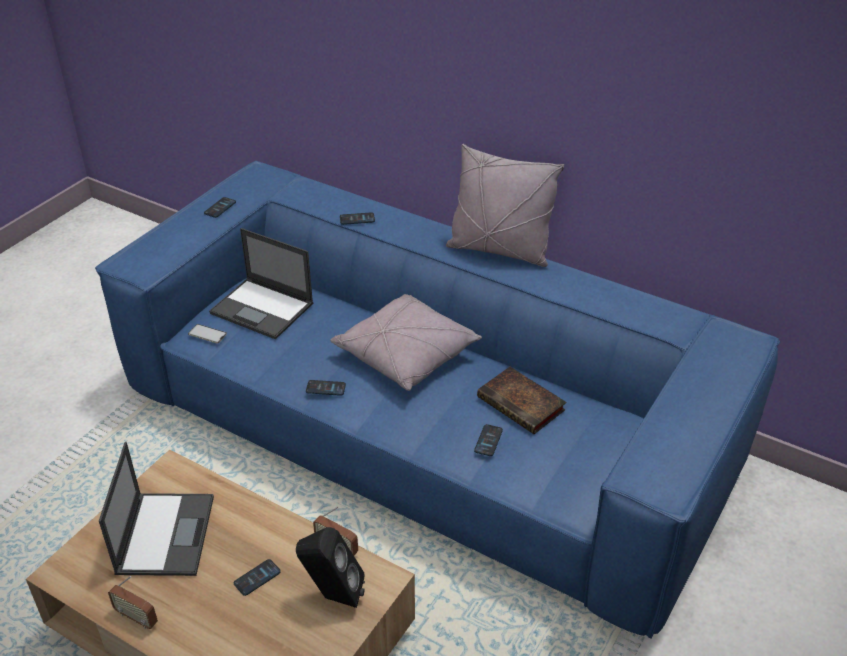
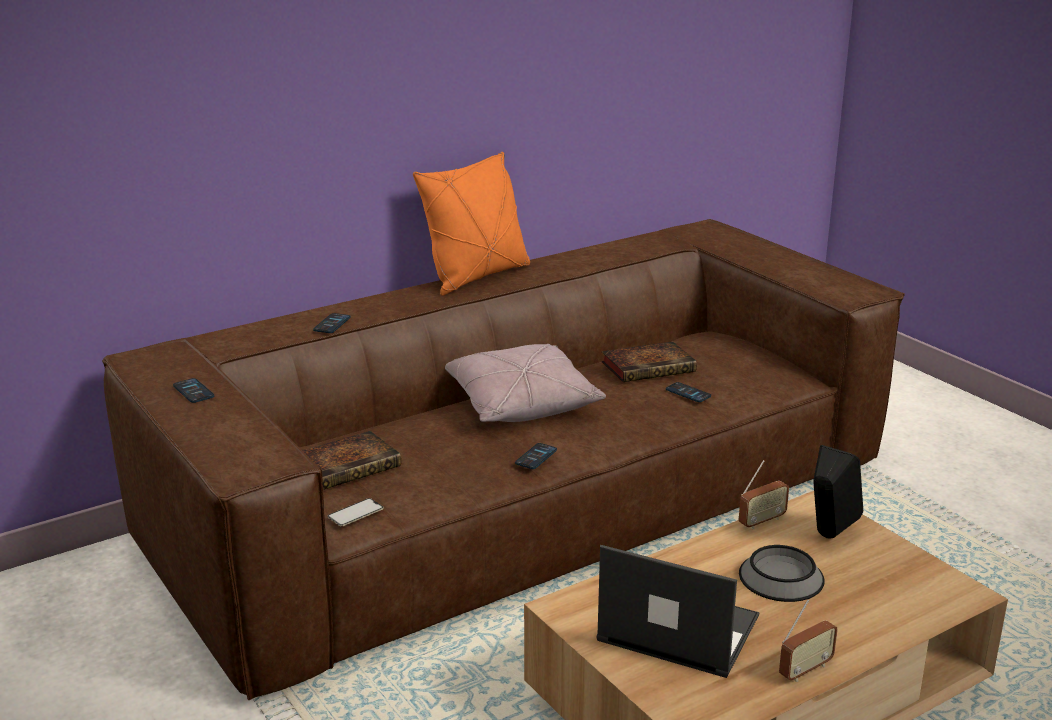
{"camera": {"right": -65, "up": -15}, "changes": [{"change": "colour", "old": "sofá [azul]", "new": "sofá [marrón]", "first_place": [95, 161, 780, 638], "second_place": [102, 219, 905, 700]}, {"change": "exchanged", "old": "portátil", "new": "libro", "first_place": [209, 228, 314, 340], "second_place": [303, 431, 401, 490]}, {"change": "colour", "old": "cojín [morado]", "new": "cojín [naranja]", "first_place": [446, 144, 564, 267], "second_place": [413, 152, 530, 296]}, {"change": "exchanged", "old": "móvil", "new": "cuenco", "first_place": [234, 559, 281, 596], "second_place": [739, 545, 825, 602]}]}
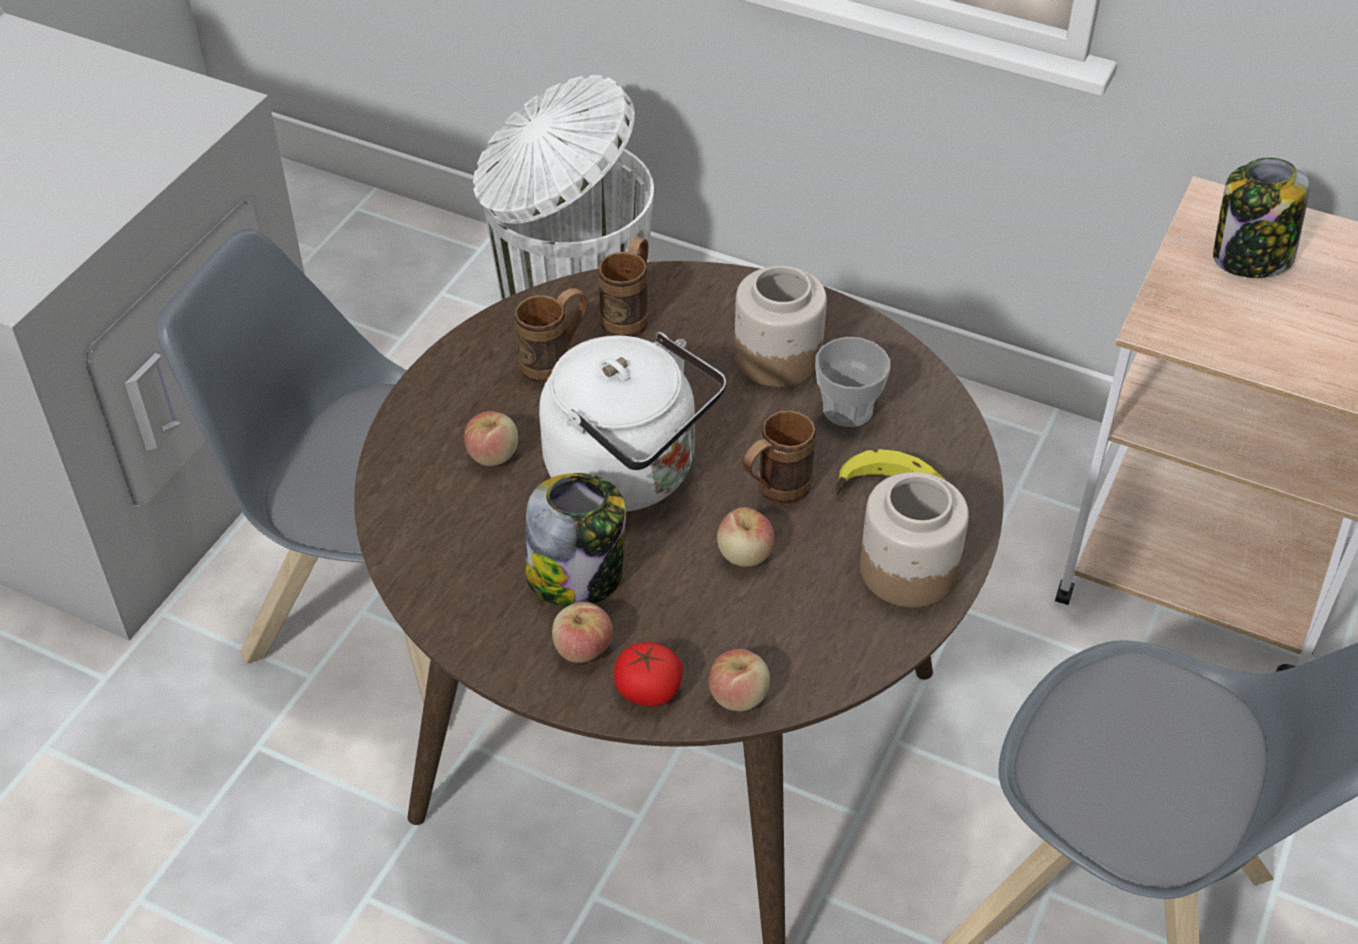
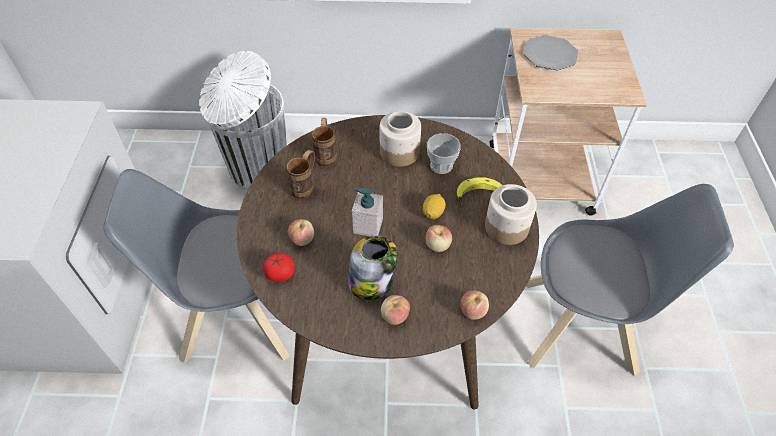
{"camera": {"right": -25, "up": 5}, "changes": [{"change": "relocated", "old": "tomate", "first_place": [614, 642, 683, 706], "second_place": [263, 253, 294, 282]}, {"change": "exchanged", "old": "hervidor [blanco]", "new": "dispensador de jabón", "first_place": [539, 332, 726, 512], "second_place": [352, 188, 383, 236]}, {"change": "exchanged", "old": "taza grande [marrón]", "new": "limón", "first_place": [743, 411, 816, 505], "second_place": [423, 194, 446, 219]}, {"change": "exchanged", "old": "tarro", "new": "plato", "first_place": [1213, 158, 1309, 278], "second_place": [523, 35, 579, 70]}]}
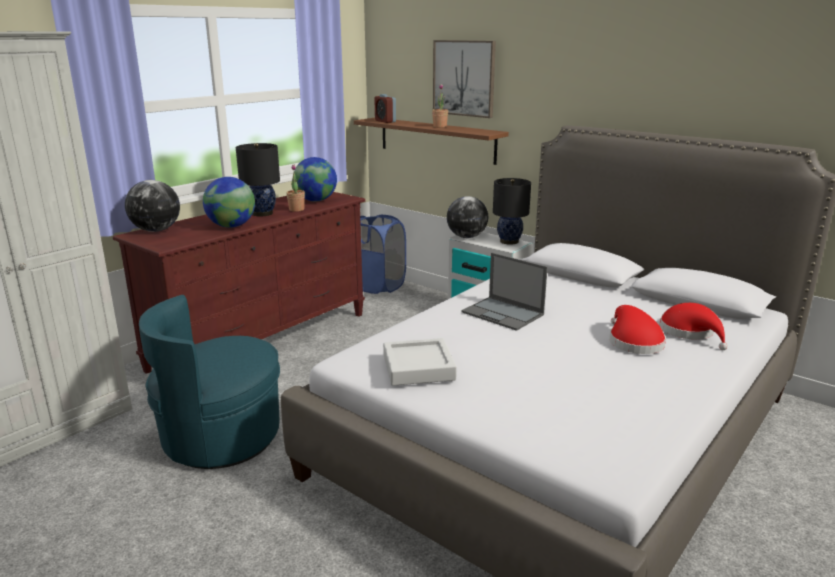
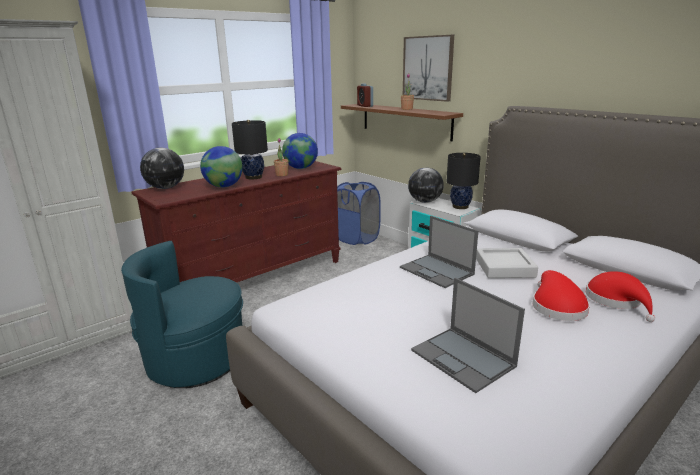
{"camera": {"right": 10, "up": 0}, "changes": [{"change": "appeared", "new": "portátil", "second_place": [411, 278, 525, 393]}, {"change": "relocated", "old": "bandeja [gris]", "first_place": [383, 338, 457, 386], "second_place": [476, 248, 538, 278]}]}
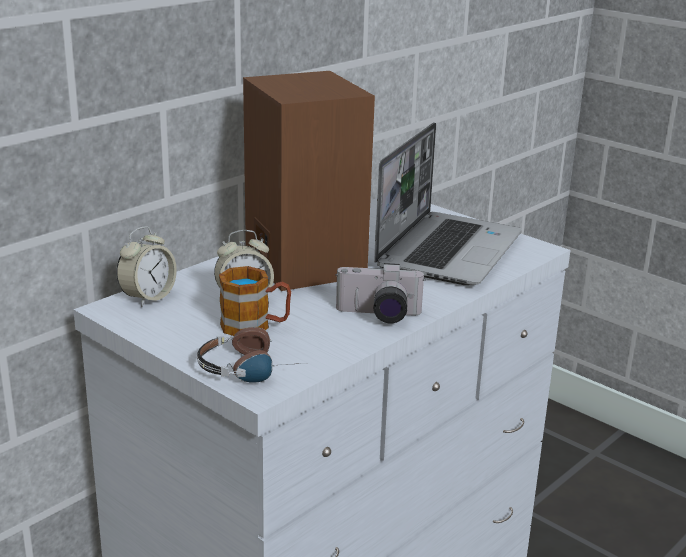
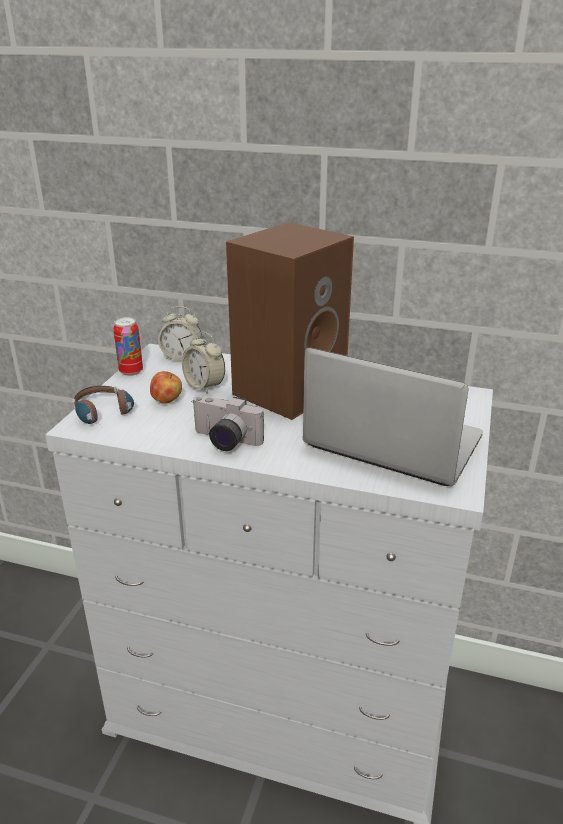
{"camera": {"right": 65, "up": 5}, "changes": [{"change": "appeared", "new": "lata", "second_place": [113, 317, 143, 376]}, {"change": "exchanged", "old": "taza grande", "new": "manzana", "first_place": [219, 266, 291, 336], "second_place": [150, 371, 182, 404]}, {"change": "spun", "old": "cámara", "first_place": [335, 263, 426, 324], "second_place": [192, 395, 264, 451], "degrees": -45}, {"change": "spun", "old": "portátil", "first_place": [374, 122, 522, 285], "second_place": [303, 347, 483, 486], "degrees": -150}]}
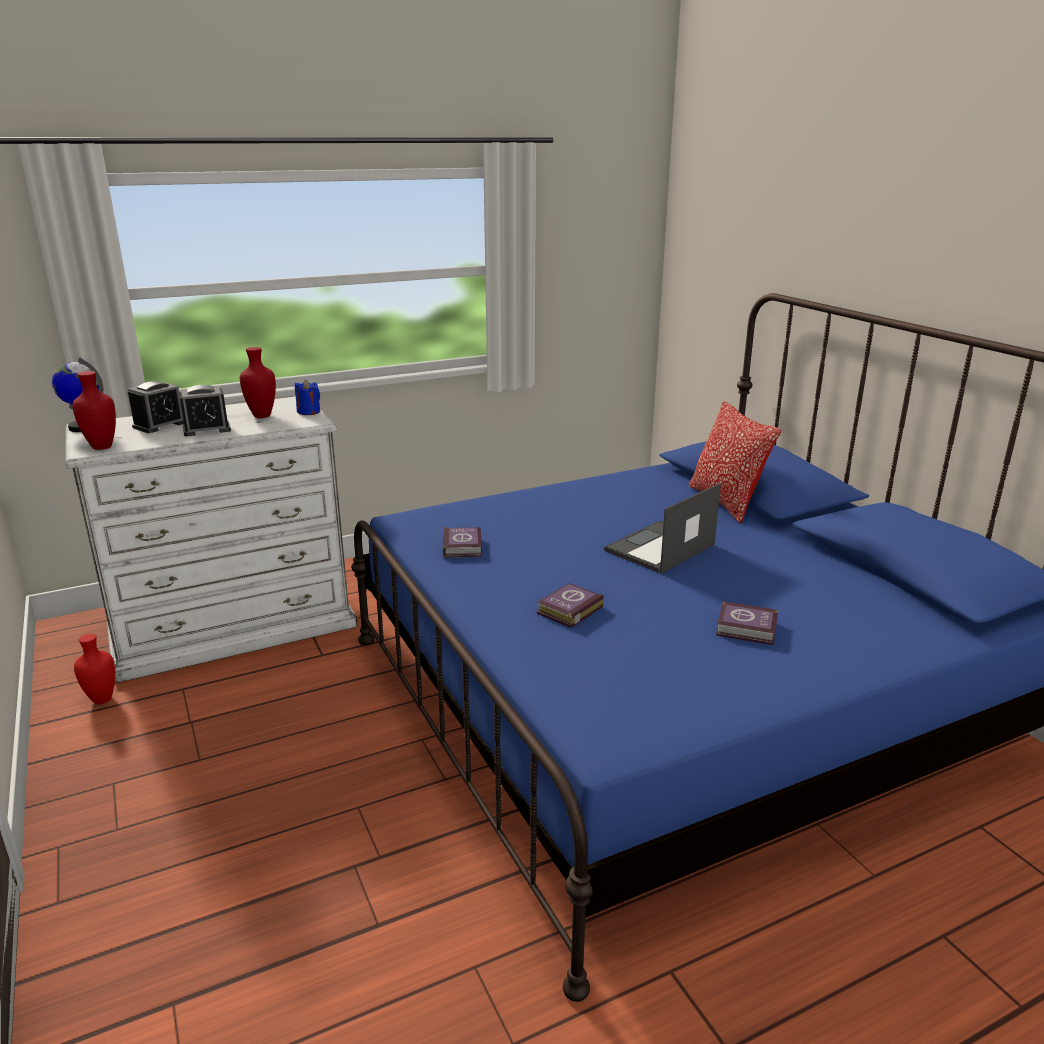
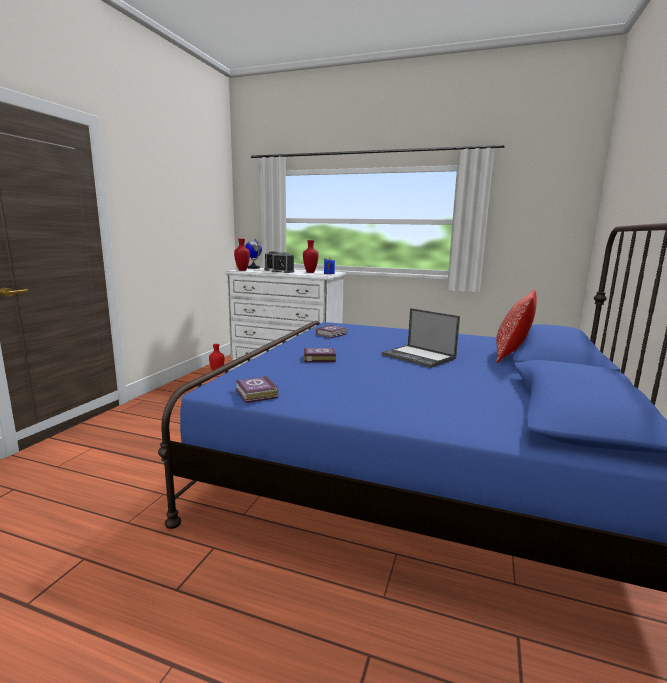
{"camera": {"right": 45, "up": -10}, "changes": [{"change": "relocated", "old": "libro", "first_place": [716, 601, 778, 645], "second_place": [236, 376, 278, 403]}, {"change": "spun", "old": "portátil", "first_place": [604, 483, 721, 574], "second_place": [382, 308, 460, 368], "degrees": -135}]}
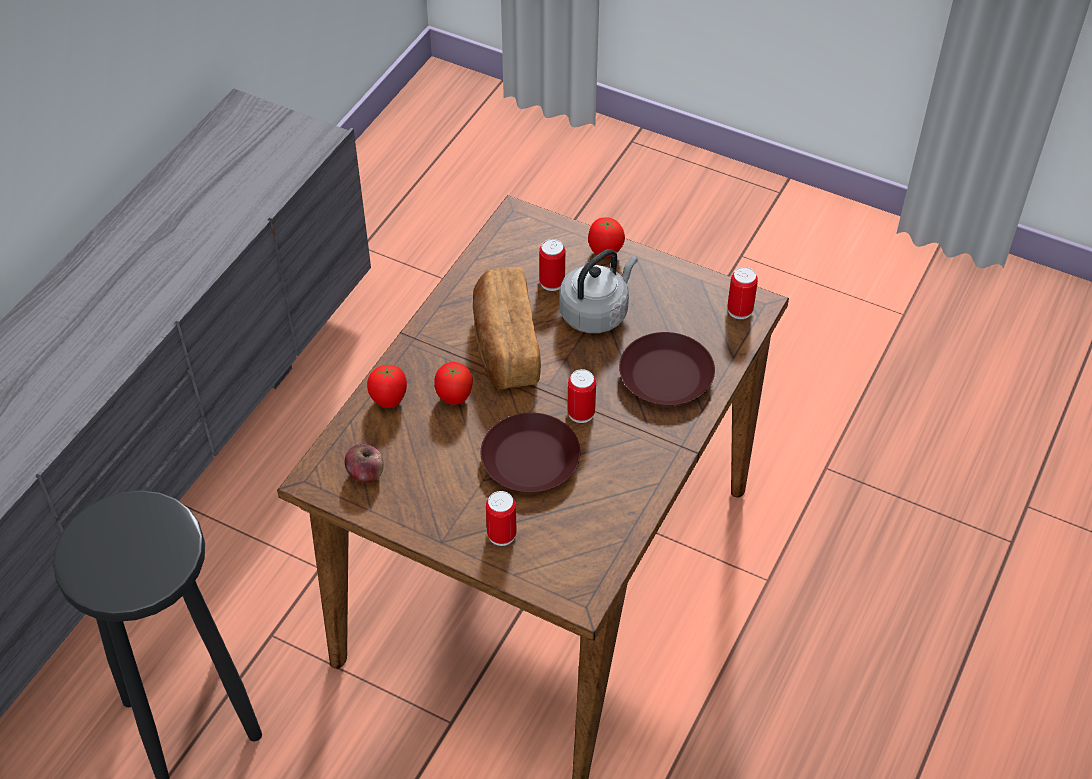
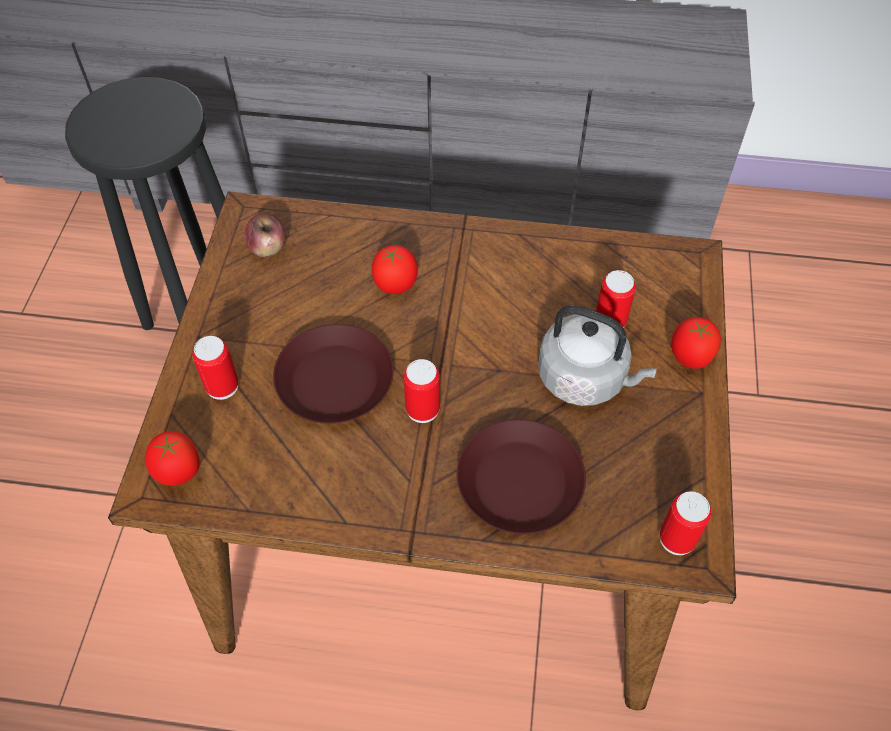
{"camera": {"right": 70, "up": 5}, "changes": [{"change": "relocated", "old": "tomate", "first_place": [367, 365, 407, 408], "second_place": [145, 431, 199, 486]}, {"change": "missing", "old": "pan", "first_place": [473, 267, 541, 389]}]}
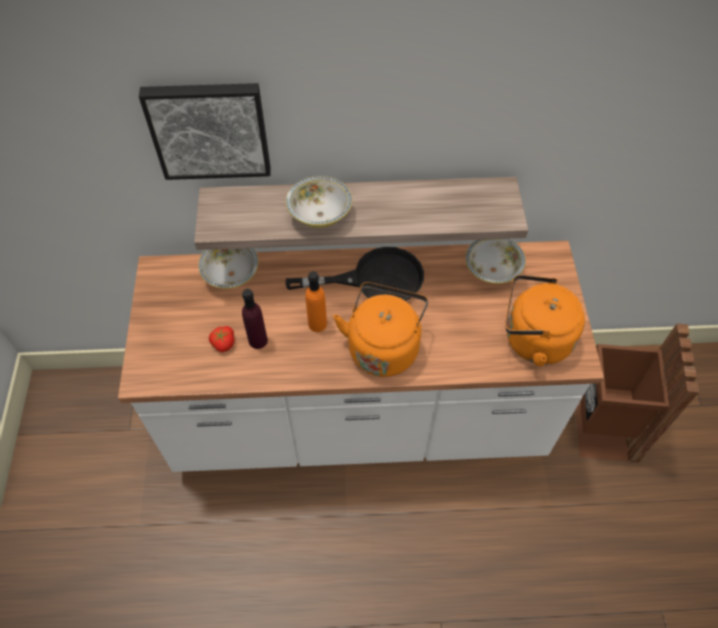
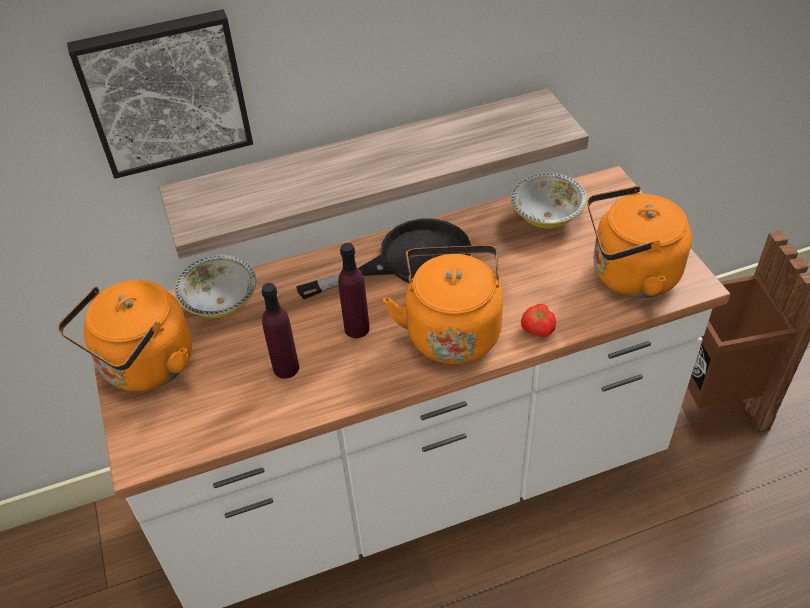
{"camera": {"right": -15, "up": -10}, "changes": [{"change": "appeared", "new": "hervidor [naranja]", "second_place": [58, 280, 192, 391]}, {"change": "colour", "old": "botella [naranja]", "new": "botella [morado]", "first_place": [305, 271, 327, 332], "second_place": [338, 243, 370, 338]}, {"change": "relocated", "old": "tomate", "first_place": [209, 326, 235, 352], "second_place": [521, 304, 556, 337]}, {"change": "missing", "old": "cuenco", "first_place": [286, 176, 352, 228]}]}
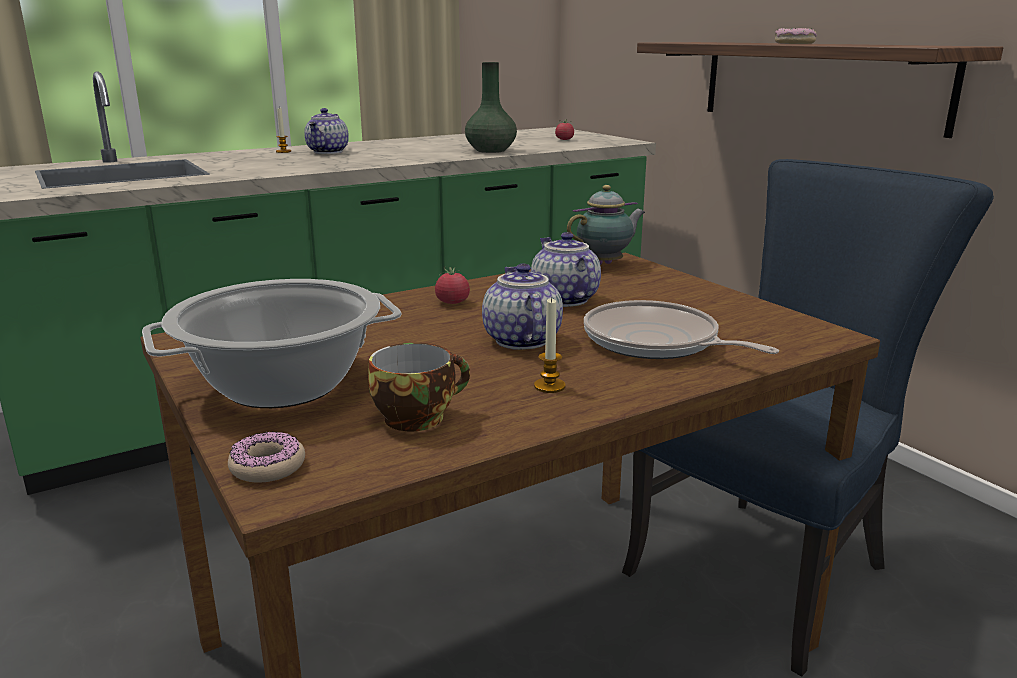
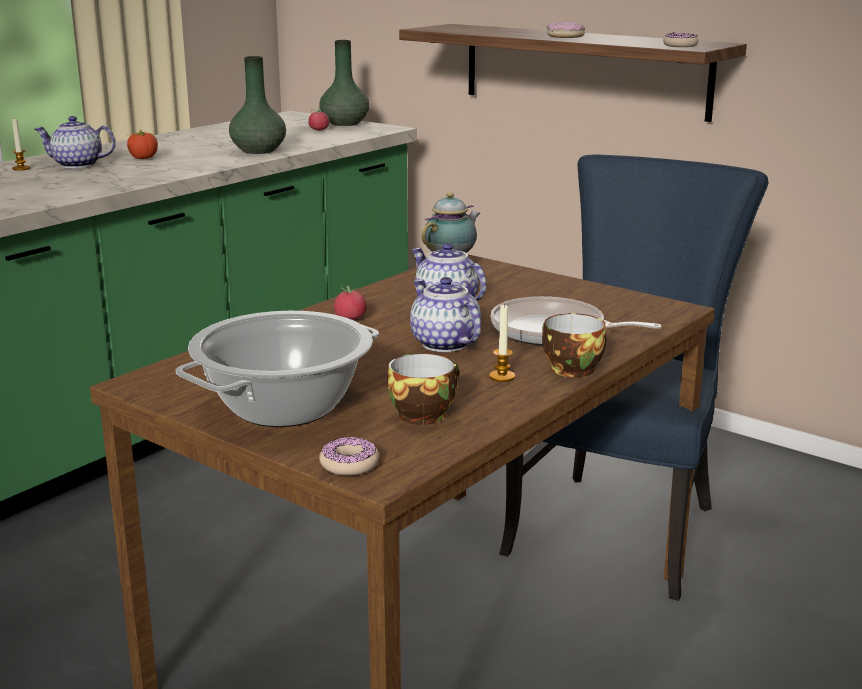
{"camera": {"right": -20, "up": 0}, "changes": [{"change": "spun", "old": "tetera", "first_place": [304, 108, 349, 154], "second_place": [35, 116, 116, 168], "degrees": 105}, {"change": "appeared", "new": "tomate", "second_place": [127, 130, 158, 159]}, {"change": "appeared", "new": "florero [verde]", "second_place": [319, 40, 370, 126]}, {"change": "appeared", "new": "taza", "second_place": [542, 313, 606, 377]}, {"change": "appeared", "new": "rosquilla", "second_place": [663, 32, 699, 47]}]}
